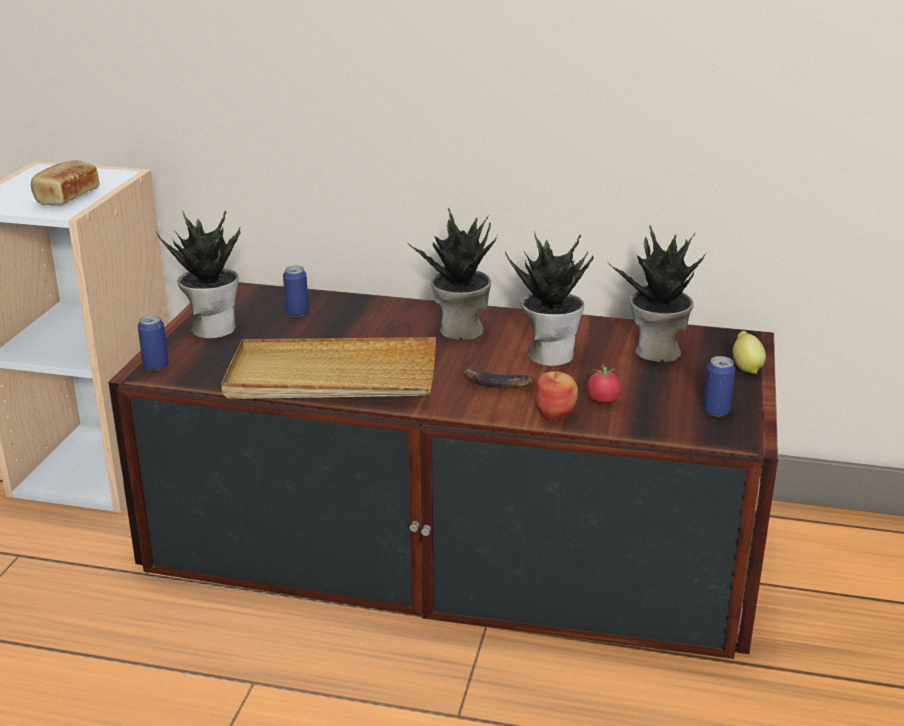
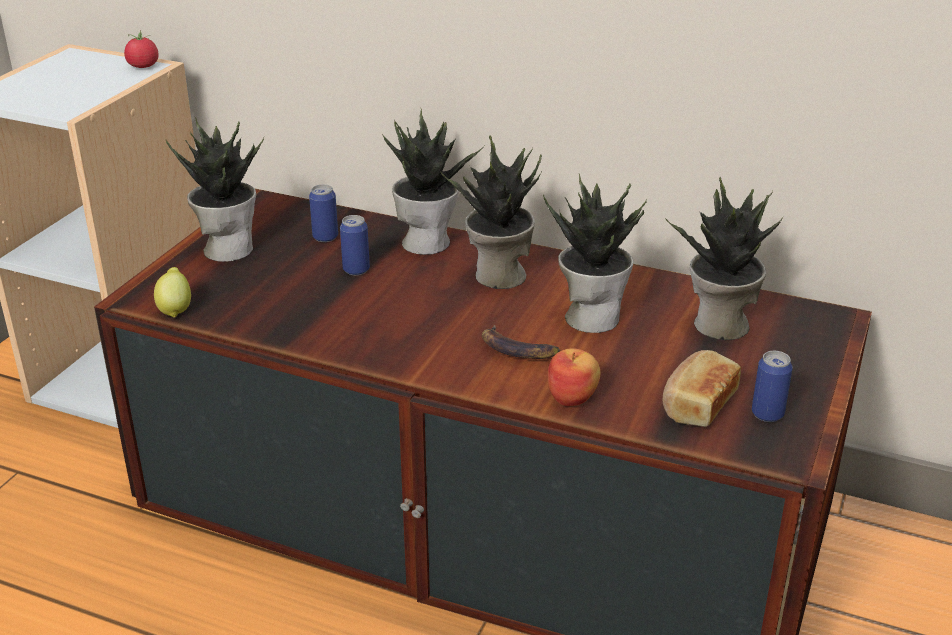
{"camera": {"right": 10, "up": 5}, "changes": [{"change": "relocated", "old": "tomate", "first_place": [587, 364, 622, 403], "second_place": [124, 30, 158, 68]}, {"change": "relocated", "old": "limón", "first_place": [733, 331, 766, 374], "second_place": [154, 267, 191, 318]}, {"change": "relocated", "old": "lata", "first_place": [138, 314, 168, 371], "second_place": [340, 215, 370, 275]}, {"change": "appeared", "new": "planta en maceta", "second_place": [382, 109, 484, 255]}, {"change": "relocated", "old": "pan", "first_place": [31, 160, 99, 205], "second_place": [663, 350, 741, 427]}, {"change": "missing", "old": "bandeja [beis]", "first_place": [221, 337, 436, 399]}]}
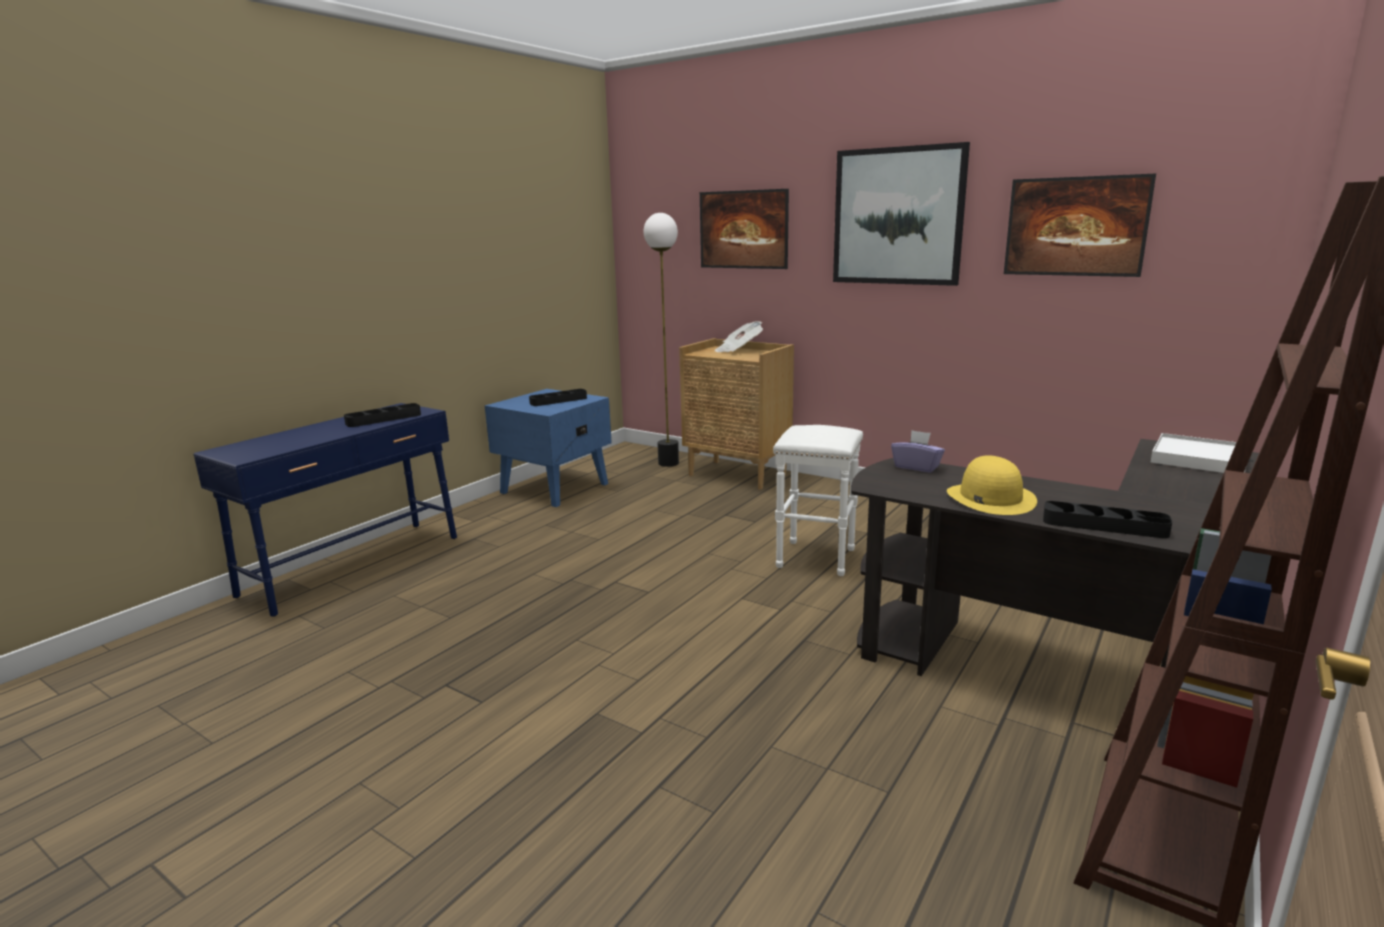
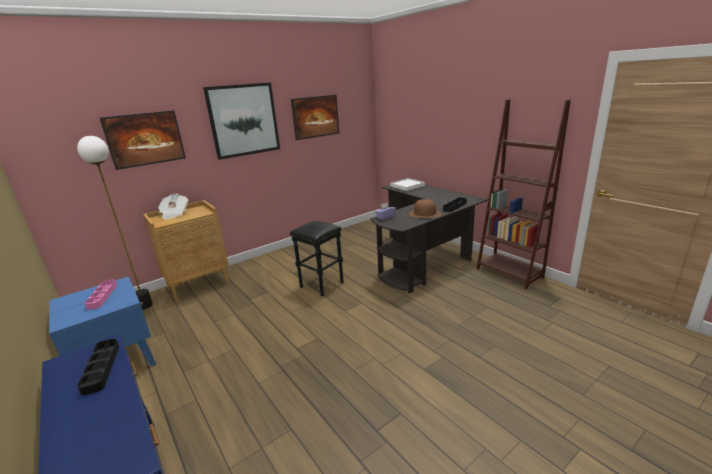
{"camera": {"right": -70, "up": 5}, "changes": [{"change": "colour", "old": "bandeja [negro]", "new": "bandeja [rosa]", "first_place": [529, 389, 587, 406], "second_place": [84, 279, 117, 310]}, {"change": "colour", "old": "taburete [blanco]", "new": "taburete [negro]", "first_place": [773, 425, 863, 576], "second_place": [290, 221, 344, 296]}, {"change": "colour", "old": "sombrero [amarillo]", "new": "sombrero [marrón]", "first_place": [947, 455, 1037, 515], "second_place": [409, 199, 441, 218]}]}
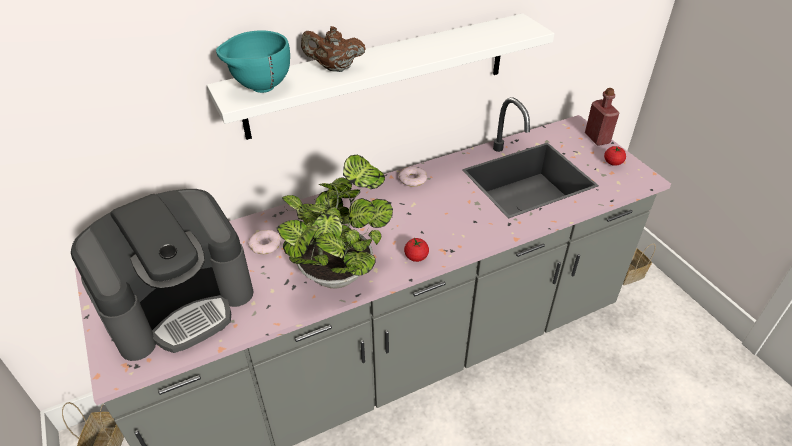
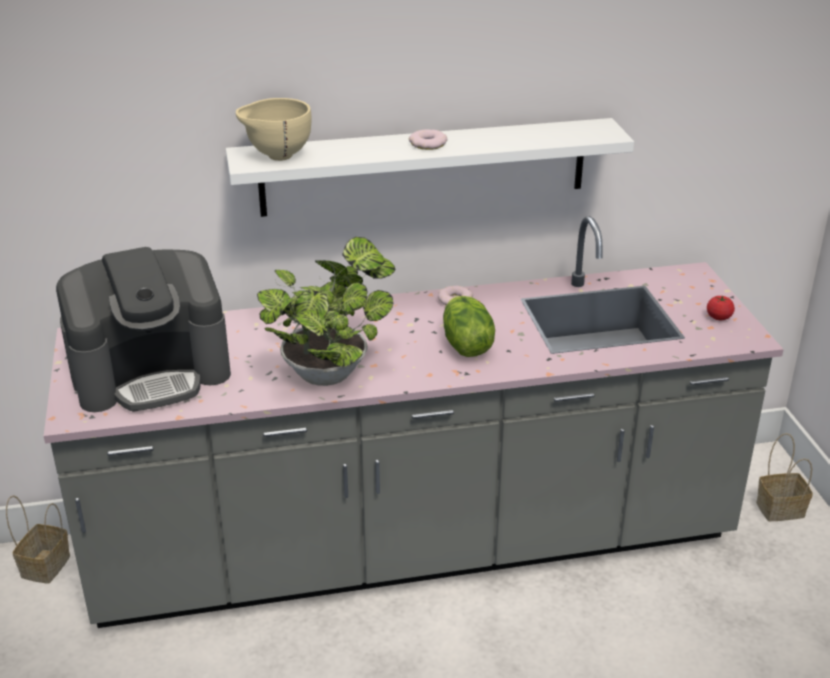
{"camera": {"right": 15, "up": -10}, "changes": [{"change": "colour", "old": "cuenco [turquesa]", "new": "cuenco [beis]", "first_place": [216, 31, 290, 93], "second_place": [236, 98, 312, 161]}, {"change": "relocated", "old": "rosquilla", "first_place": [248, 230, 281, 255], "second_place": [409, 129, 447, 150]}, {"change": "appeared", "new": "lechuga", "second_place": [443, 296, 495, 357]}, {"change": "missing", "old": "tetera [marrón]", "first_place": [301, 26, 366, 72]}, {"change": "missing", "old": "tomate", "first_place": [404, 238, 429, 262]}, {"change": "missing", "old": "botella [rojo]", "first_place": [585, 88, 619, 146]}]}
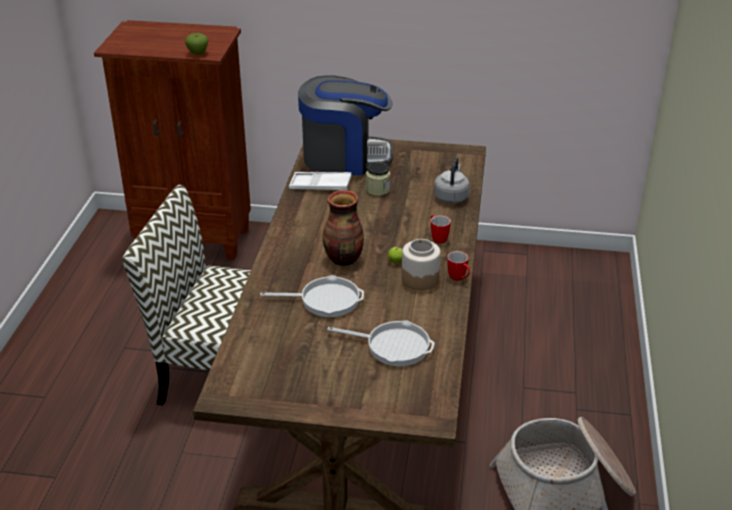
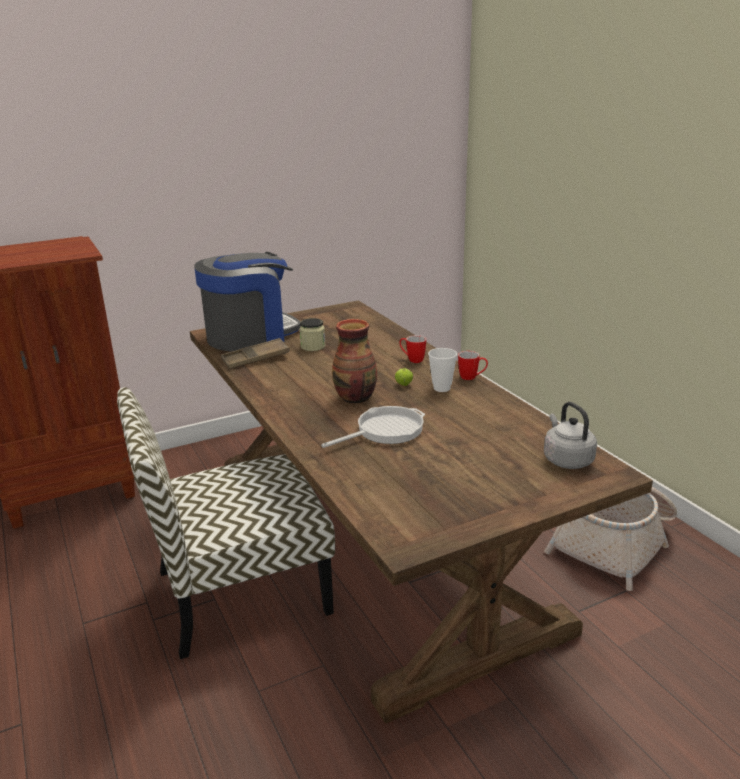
{"camera": {"right": -35, "up": -10}, "changes": [{"change": "colour", "old": "bandeja [blanco]", "new": "bandeja [marrón]", "first_place": [289, 172, 352, 190], "second_place": [221, 338, 290, 369]}, {"change": "exchanged", "old": "tarro", "new": "taza", "first_place": [402, 239, 441, 290], "second_place": [428, 348, 457, 392]}, {"change": "relocated", "old": "hervidor [gris]", "first_place": [434, 157, 470, 203], "second_place": [544, 402, 597, 469]}, {"change": "missing", "old": "manzana", "first_place": [185, 33, 208, 55]}, {"change": "missing", "old": "sartén", "first_place": [327, 320, 435, 366]}]}
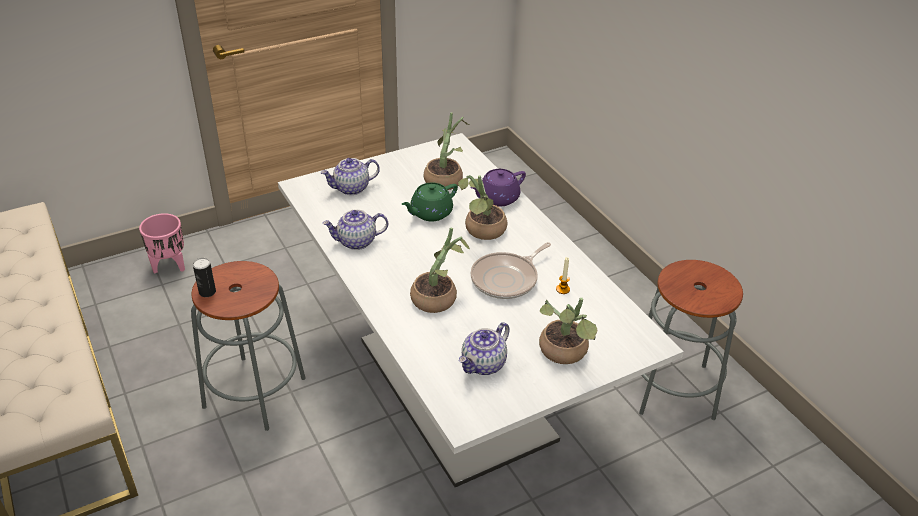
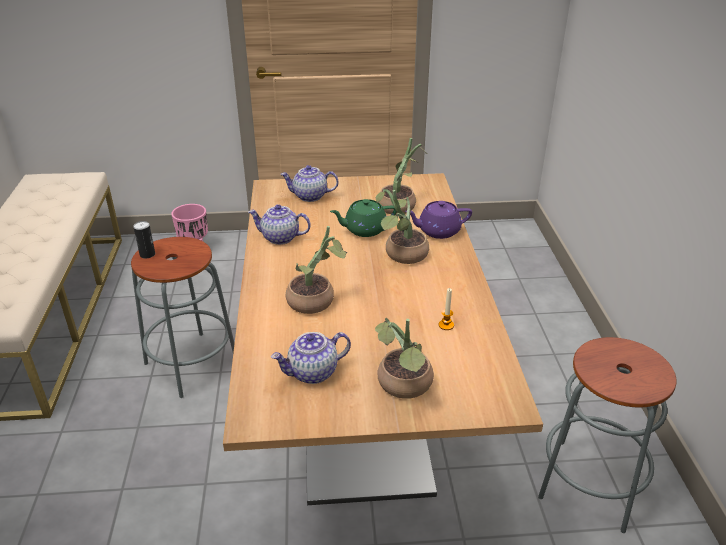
{"camera": {"right": 25, "up": -5}, "changes": [{"change": "colour", "old": "mesa de comedor [blanco]", "new": "mesa de comedor [marrón]", "first_place": [278, 133, 684, 487], "second_place": [223, 173, 543, 505]}, {"change": "missing", "old": "sartén", "first_place": [471, 242, 551, 299]}]}
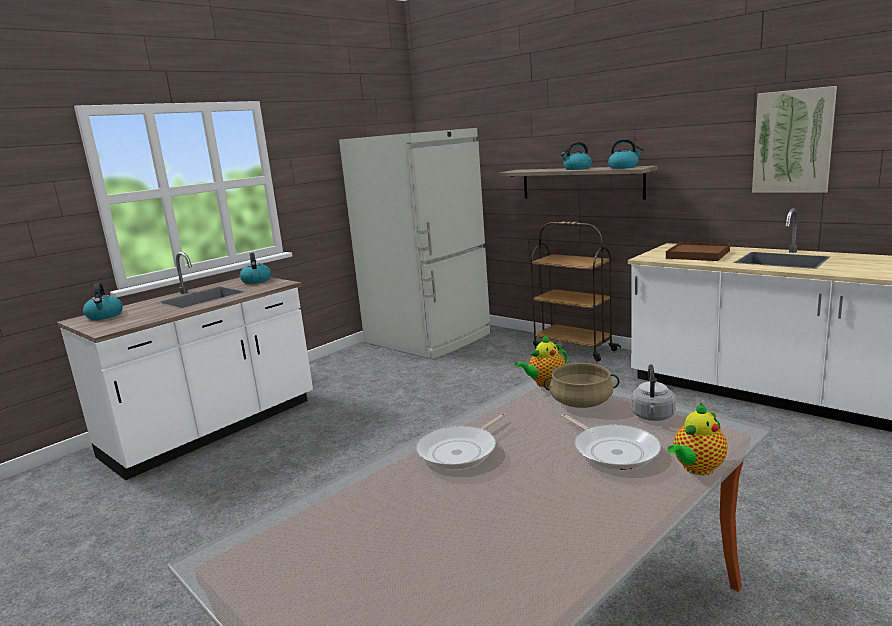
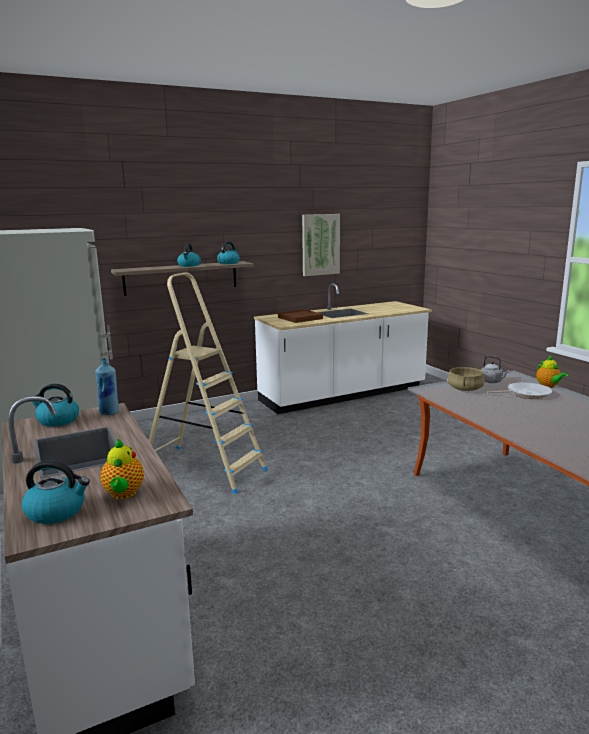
{"camera": {"right": -70, "up": 0}, "changes": [{"change": "appeared", "new": "botella [azul]", "second_place": [96, 358, 119, 415]}, {"change": "relocated", "old": "tetera", "first_place": [514, 334, 567, 388], "second_place": [101, 439, 144, 499]}, {"change": "appeared", "new": "escalera de tijera [beis]", "second_place": [149, 272, 268, 494]}, {"change": "missing", "old": "sartén", "first_place": [416, 413, 506, 470]}, {"change": "missing", "old": "carrito [marrón]", "first_place": [531, 221, 621, 362]}]}
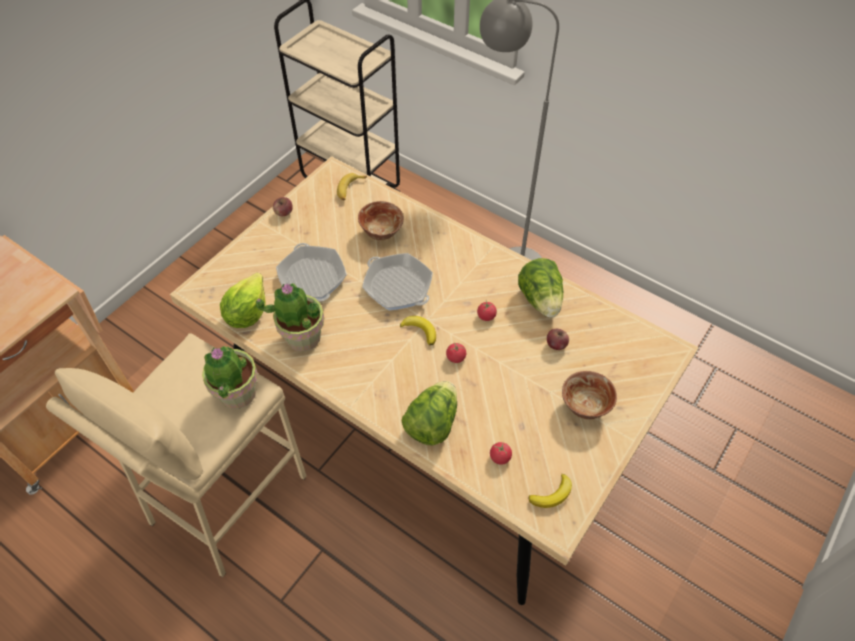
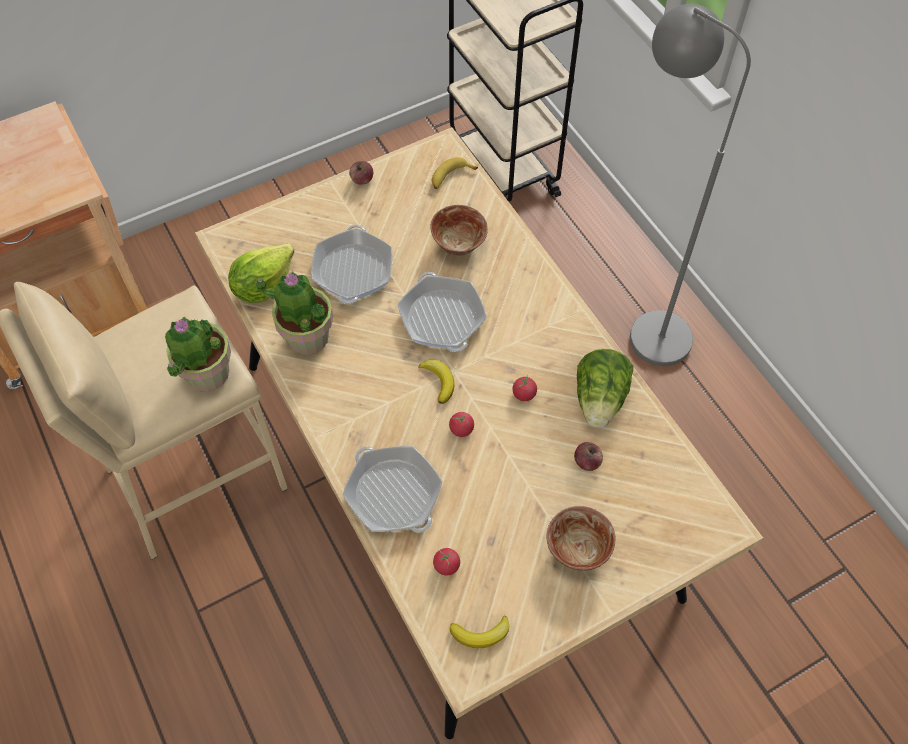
{"camera": {"right": 25, "up": 5}, "changes": [{"change": "exchanged", "old": "lechuga", "new": "sartén", "first_place": [402, 381, 457, 446], "second_place": [343, 446, 443, 533]}]}
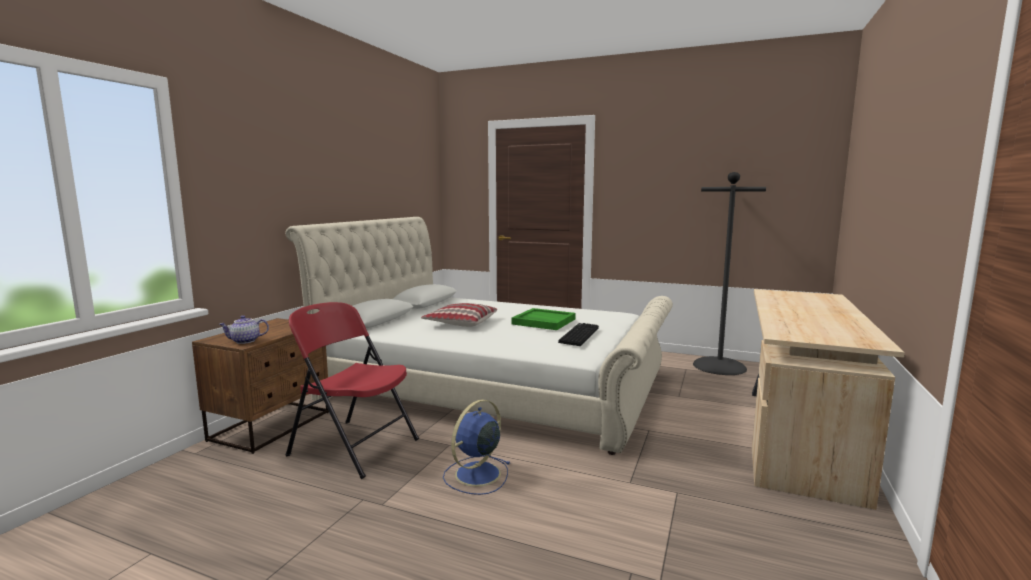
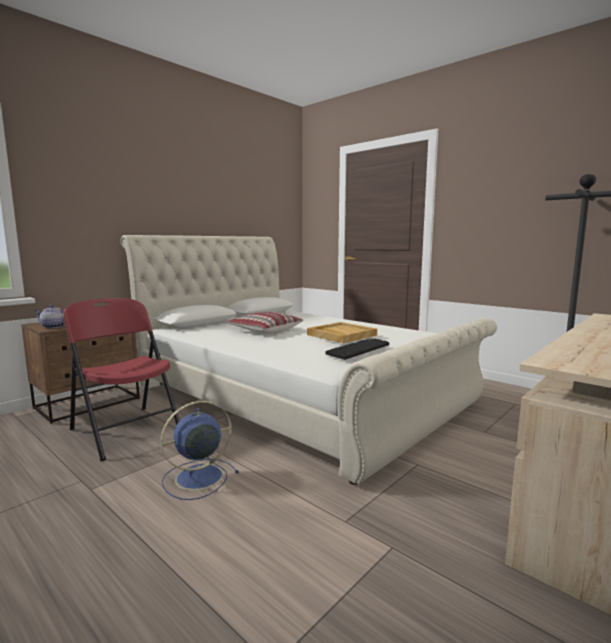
{"camera": {"right": 20, "up": 0}, "changes": [{"change": "colour", "old": "bandeja [verde]", "new": "bandeja [beis]", "first_place": [511, 308, 576, 330], "second_place": [307, 322, 377, 343]}]}
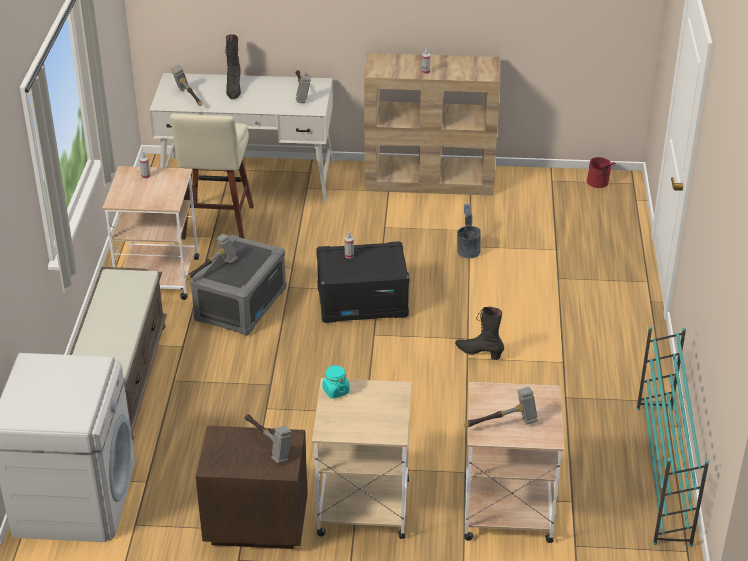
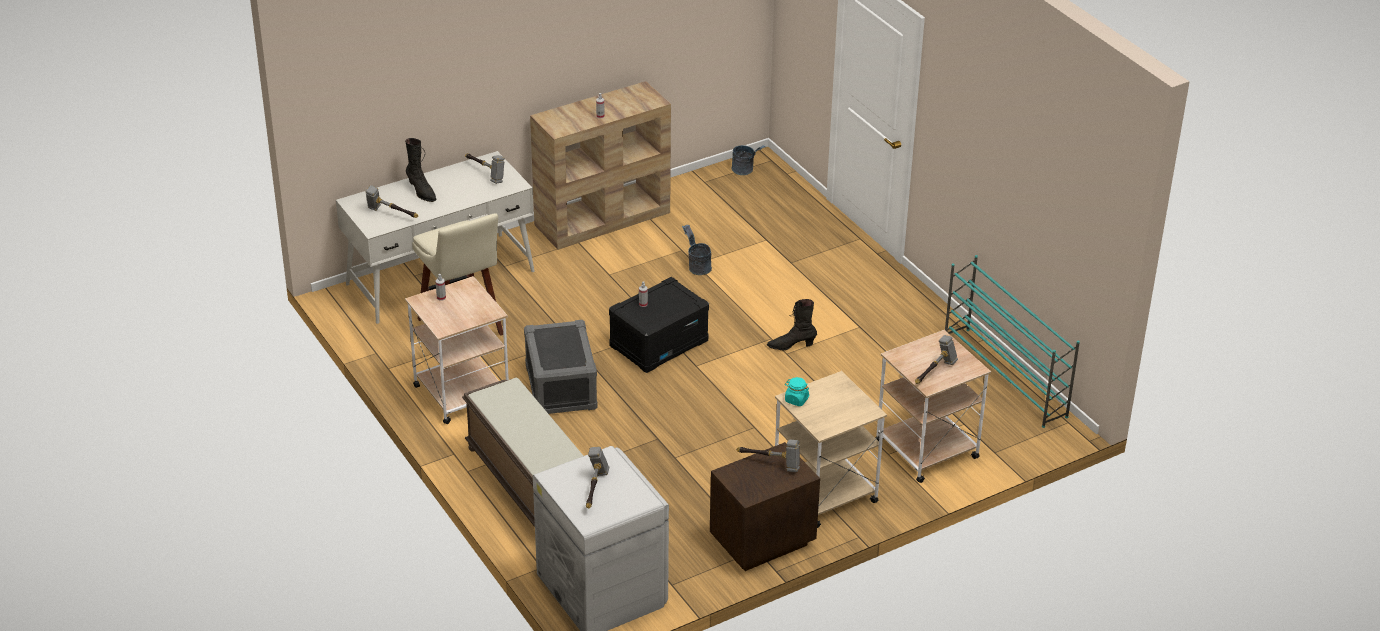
{"camera": {"right": -35, "up": 0}, "changes": [{"change": "relocated", "old": "martillo", "first_place": [186, 234, 237, 279], "second_place": [586, 447, 609, 508]}, {"change": "colour", "old": "cubo [rojo]", "new": "cubo [gris]", "first_place": [587, 157, 616, 188], "second_place": [732, 145, 766, 175]}]}
